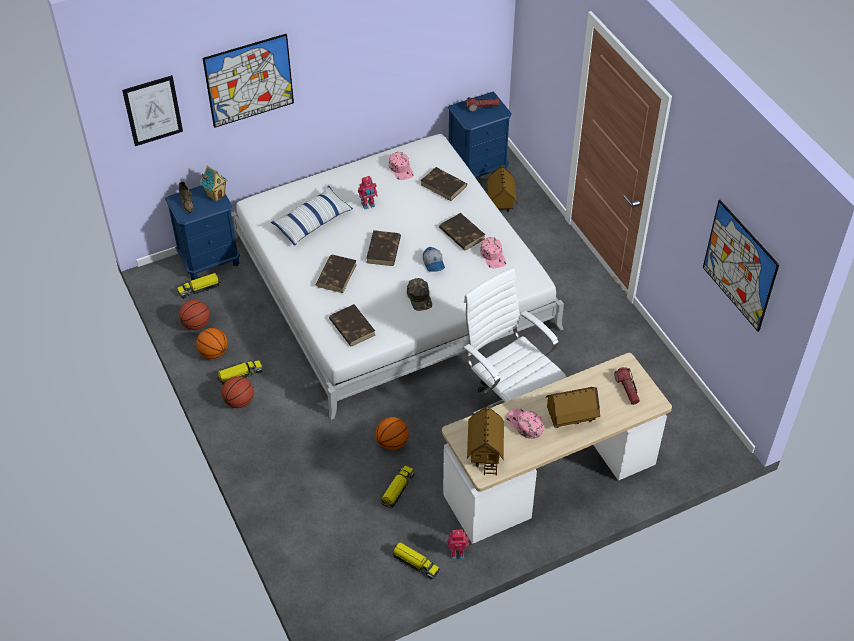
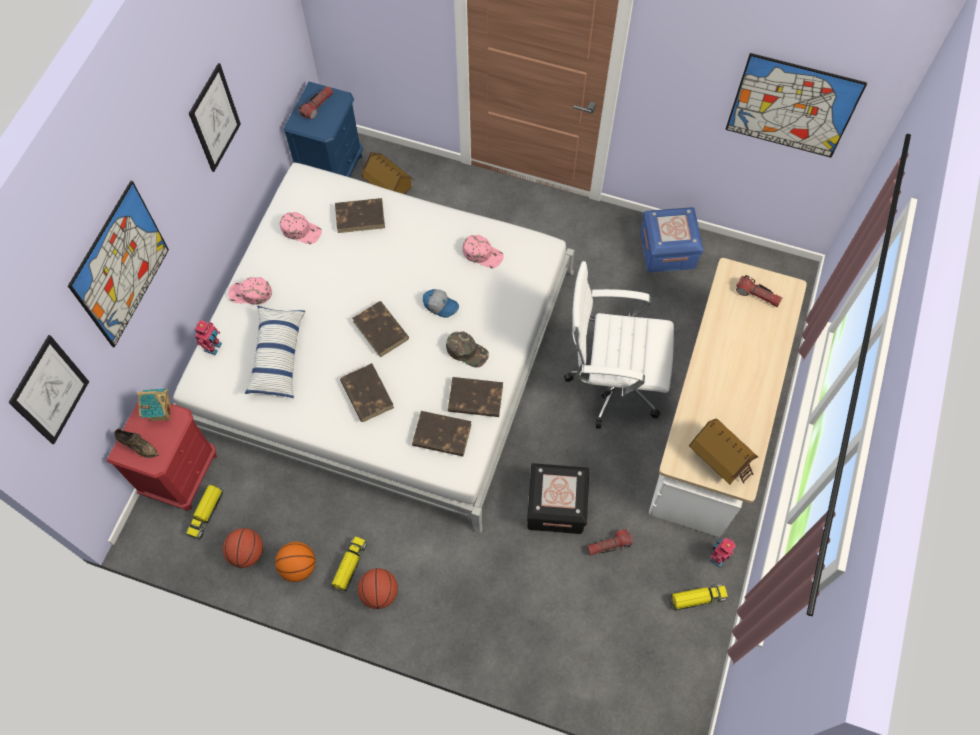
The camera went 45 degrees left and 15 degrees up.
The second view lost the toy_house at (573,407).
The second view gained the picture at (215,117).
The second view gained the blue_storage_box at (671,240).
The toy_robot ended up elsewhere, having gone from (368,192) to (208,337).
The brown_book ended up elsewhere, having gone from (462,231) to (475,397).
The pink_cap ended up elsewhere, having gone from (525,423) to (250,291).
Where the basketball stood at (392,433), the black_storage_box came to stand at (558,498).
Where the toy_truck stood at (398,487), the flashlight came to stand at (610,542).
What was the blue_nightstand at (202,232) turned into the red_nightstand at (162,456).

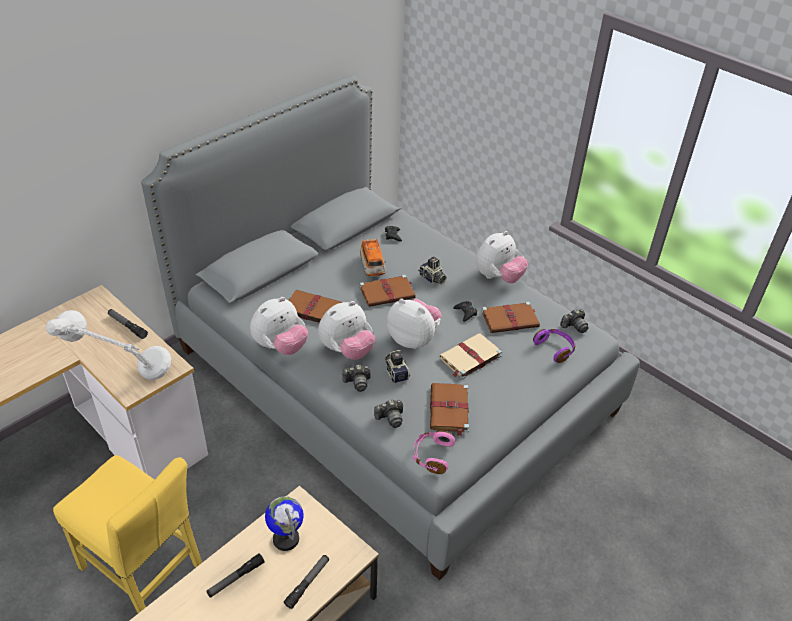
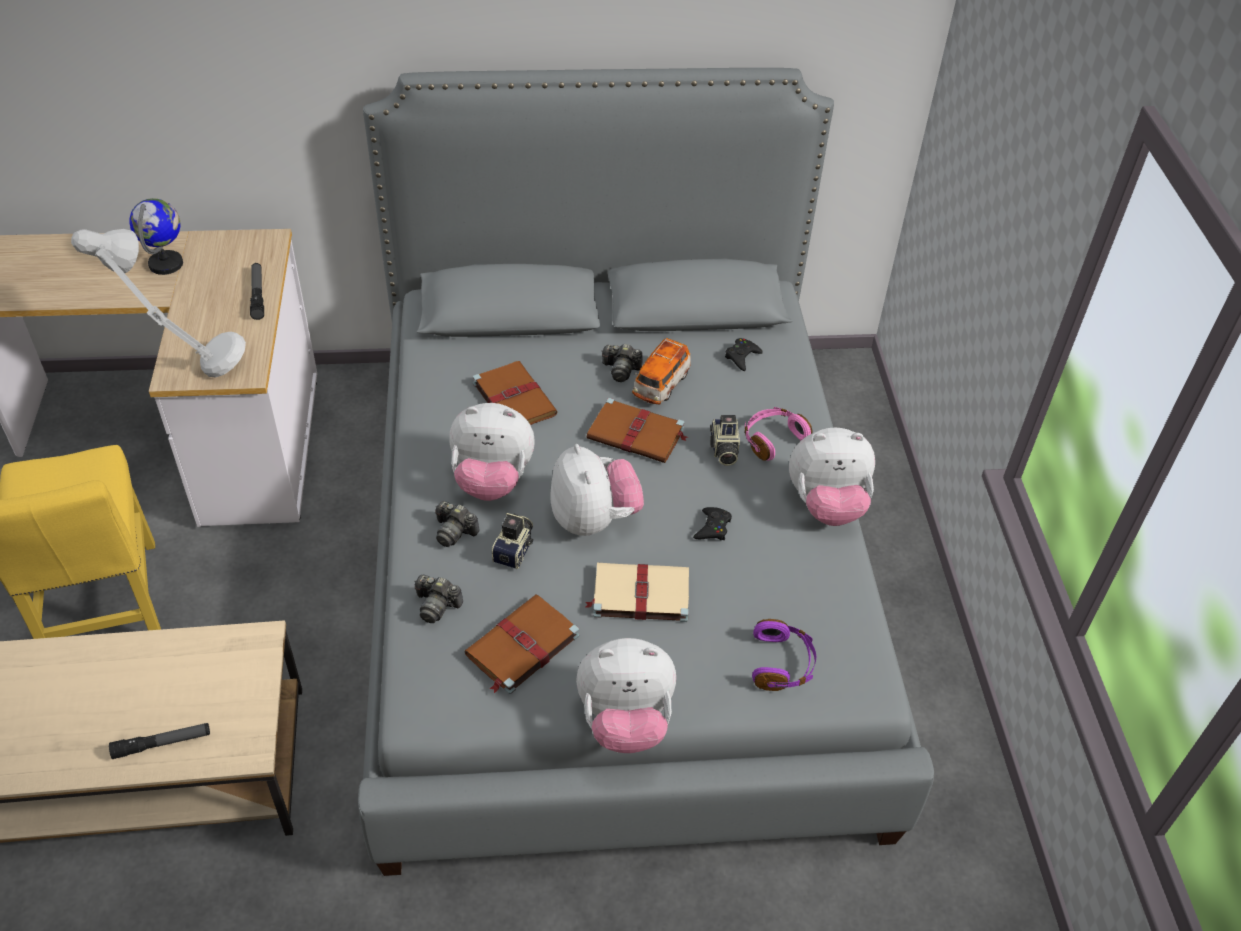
The camera went 40 degrees right and 5 degrees up.
The second view lost the flashlight at (235,575).
The second view lost the brown_book at (511,317).
The plush_toy ended up elsewhere, having gone from (279,326) to (626,695).
The globe ended up elsewhere, having gone from (284,523) to (156,236).
The pink_headphones ended up elsewhere, having gone from (434,452) to (779,434).
The photo_camera ended up elsewhere, having gone from (574,321) to (622,363).

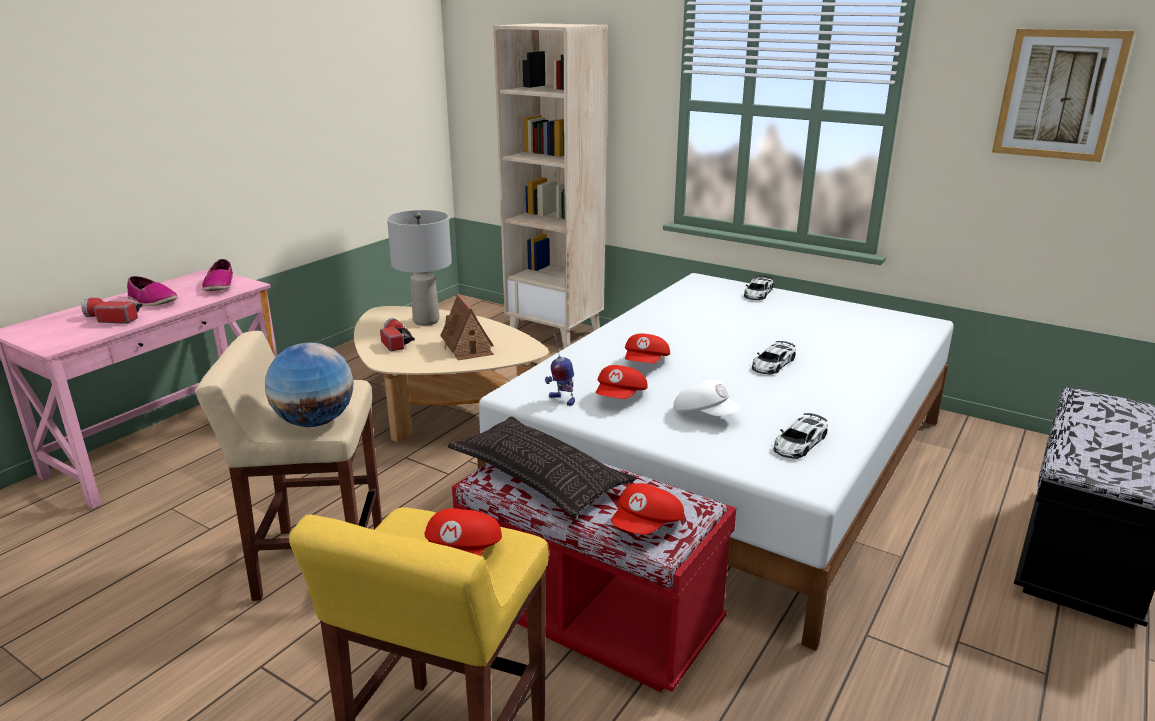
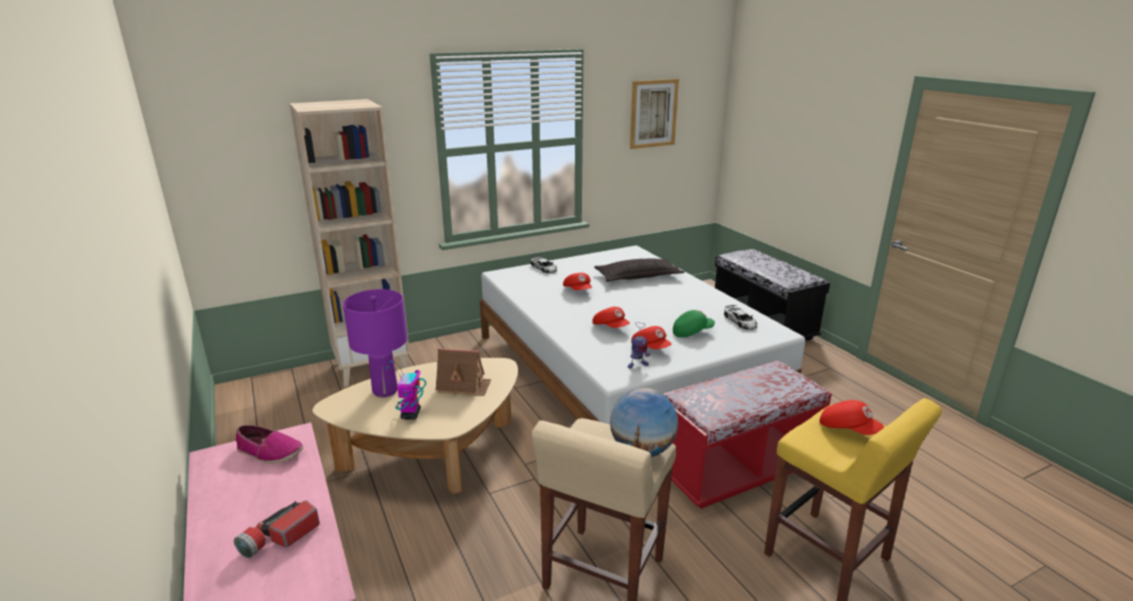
The camera went 60 degrees left and 0 degrees up.
The second view lost the shoe at (152,291).
The second view lost the toy_car at (774,357).
The pillow ended up elsewhere, having gone from (542,467) to (639,270).
The red_cap ended up elsewhere, having gone from (647,509) to (577,281).
Where the flashlight stood at (397,334), the toy_robot came to stand at (406,390).
What was the grey_table_lamp at (419,268) turned into the purple_table_lamp at (375,343).
What was the white_cap at (707,398) turned into the green_cap at (694,324).

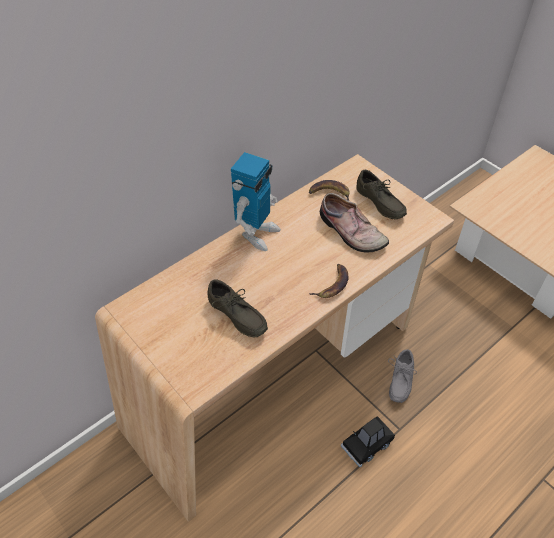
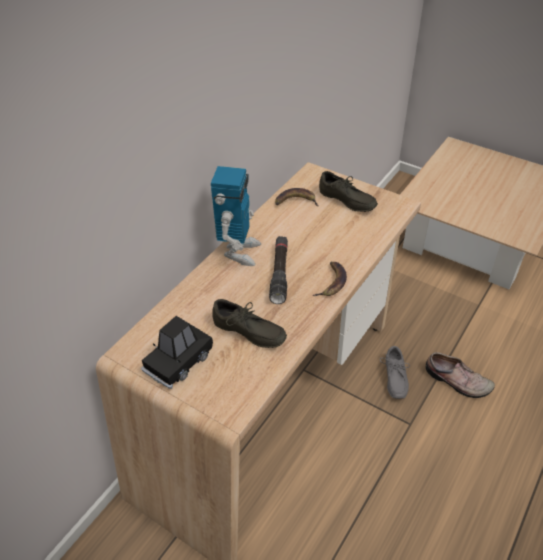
The camera went 15 degrees left and 5 degrees down.
The second view gained the black_flashlight at (278,270).
The shoe ended up elsewhere, having gone from (354,222) to (460,375).
The black_toy_car ended up elsewhere, having gone from (368,441) to (177,352).

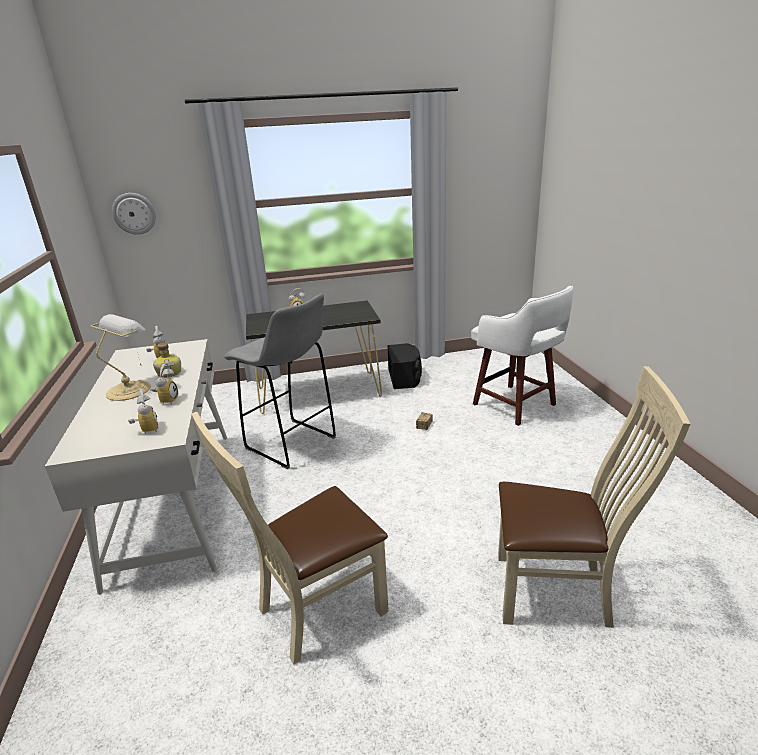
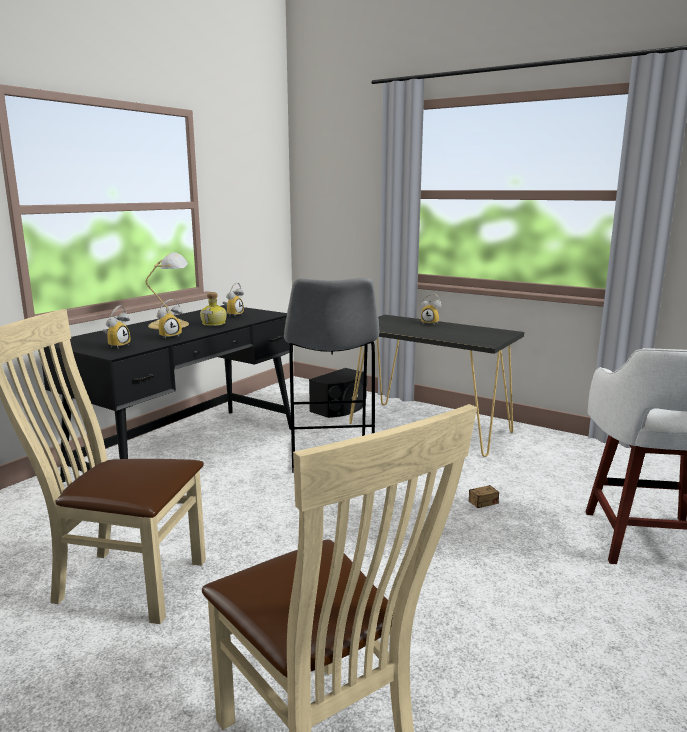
The camera went 45 degrees right and 10 degrees down.
The second view lost the wall_clock at (134,214).
The black_speaker ended up elsewhere, having gone from (404,366) to (338,393).
What was the white_desk at (136,467) turned into the black_desk at (167,393).

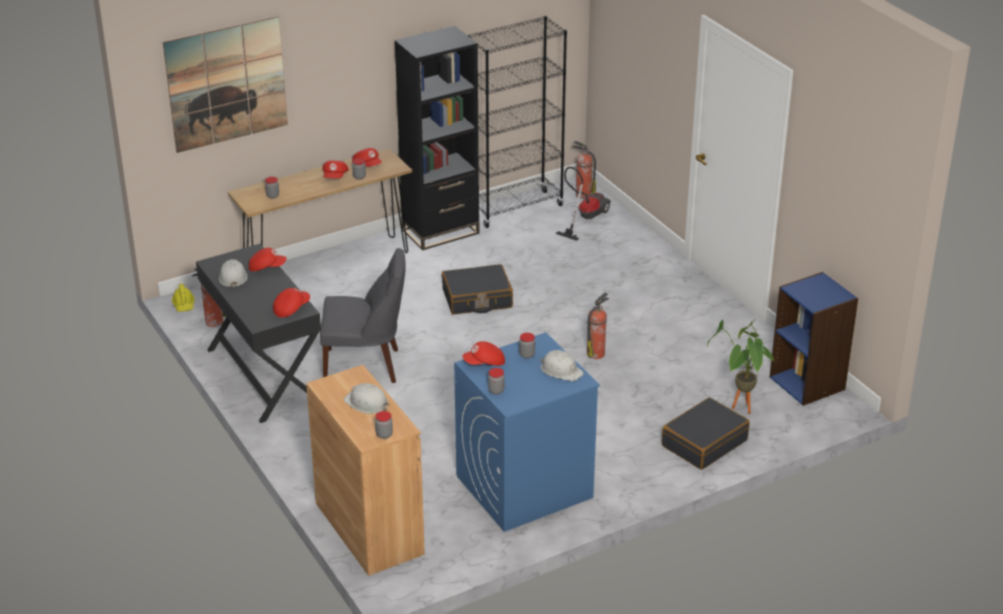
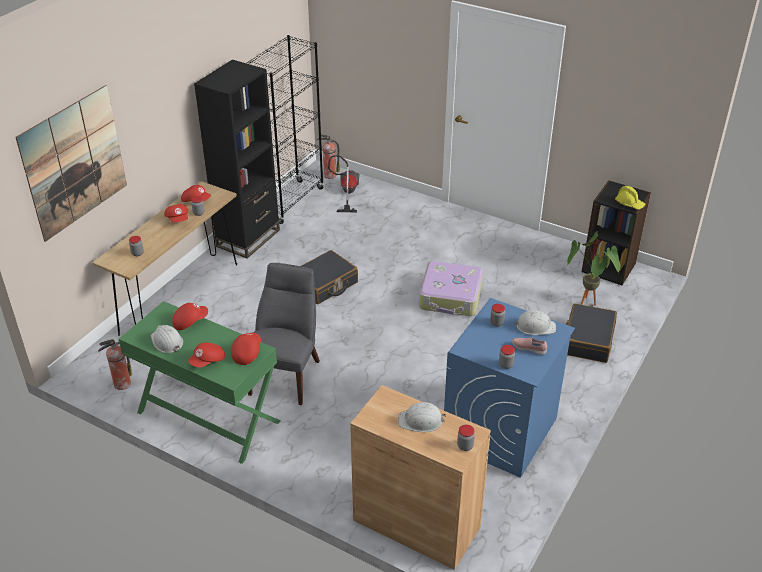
The camera went 30 degrees left and 5 degrees up.
The second view gained the pink_shoe at (529,346).
The yellow_hard_hat ended up elsewhere, having gone from (183,298) to (630,197).
The red_cap ended up elsewhere, having gone from (483,353) to (206,354).
Where the fire_extinguisher stood at (598,325), the suitcase came to stand at (451,288).
What was the black_desk at (258,333) turned into the green_desk at (199,382).
What was the blue_bookcase at (814,339) turned into the black_bookcase at (616,232).
The grey_chair at (363,315) ended up facing another way, 45 degrees counterclockwise from before.

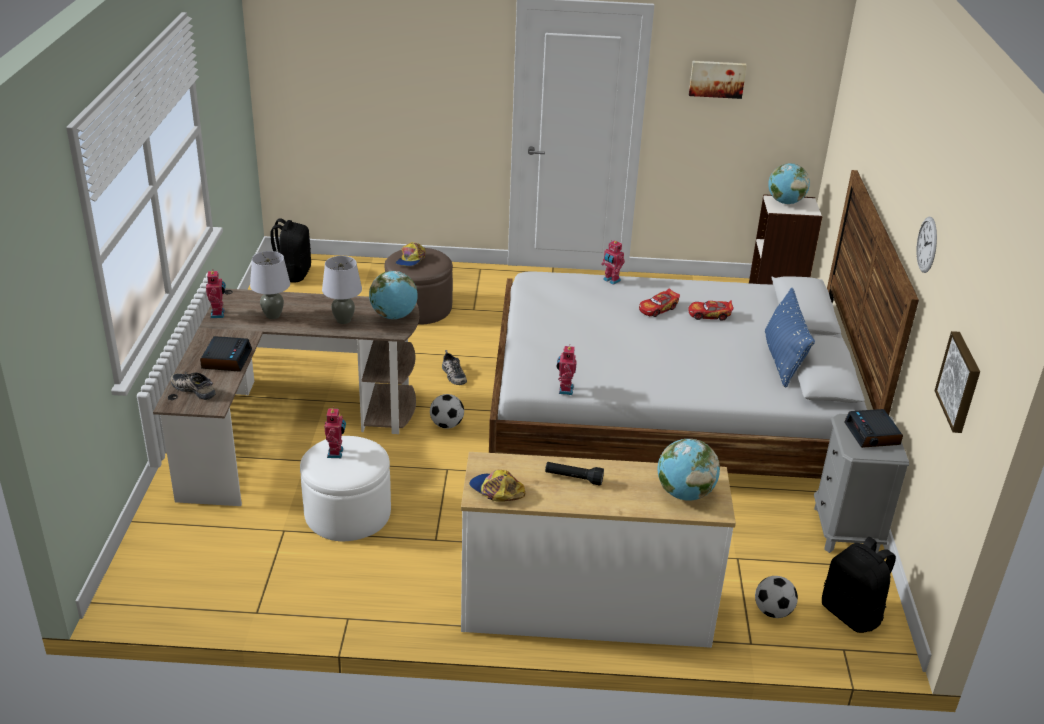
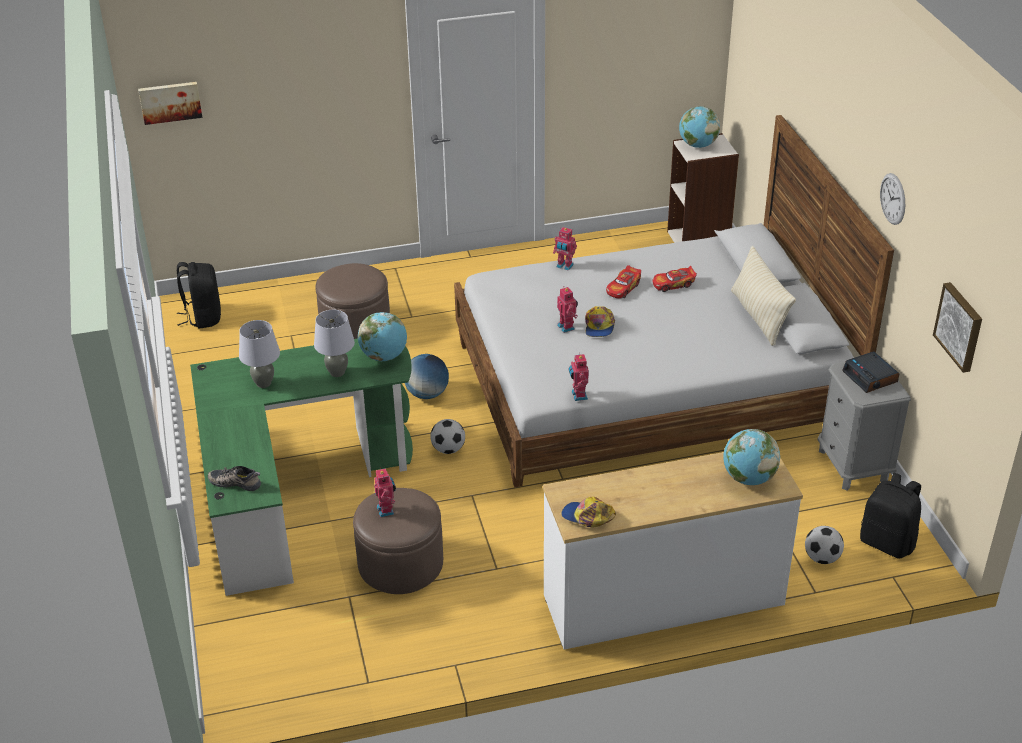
The camera went 15 degrees left and 5 degrees up.
The second view lost the alarm_clock at (226,354).
The second view lost the black_flashlight at (574,474).
The toy_robot ended up elsewhere, having gone from (216,293) to (567,309).
The cap ended up elsewhere, having gone from (410,254) to (600,321).
The picture ended up elsewhere, having gone from (718,80) to (170,103).
Where the shoe stood at (454,367), the globe came to stand at (427,376).
What was the brown_desk at (286,397) turned into the green_desk at (301,467).
What was the white_ottoman at (345,488) turned into the brown_ottoman at (398,541).
What was the blue_pillow at (790,337) turned into the beige_pillow at (763,296).

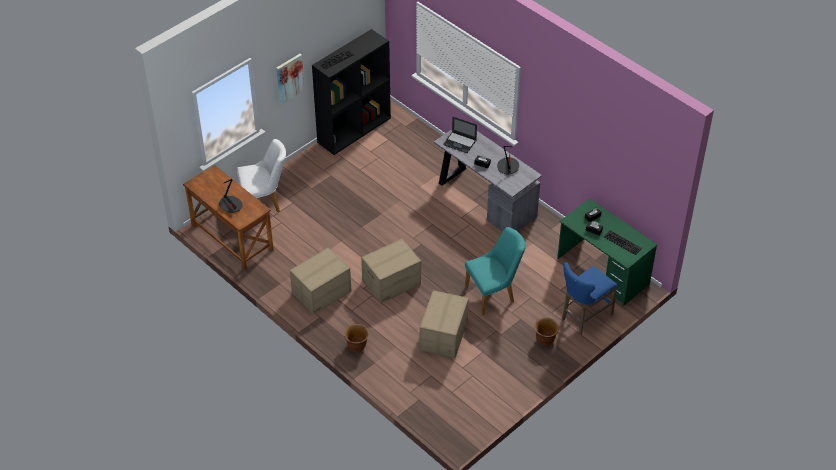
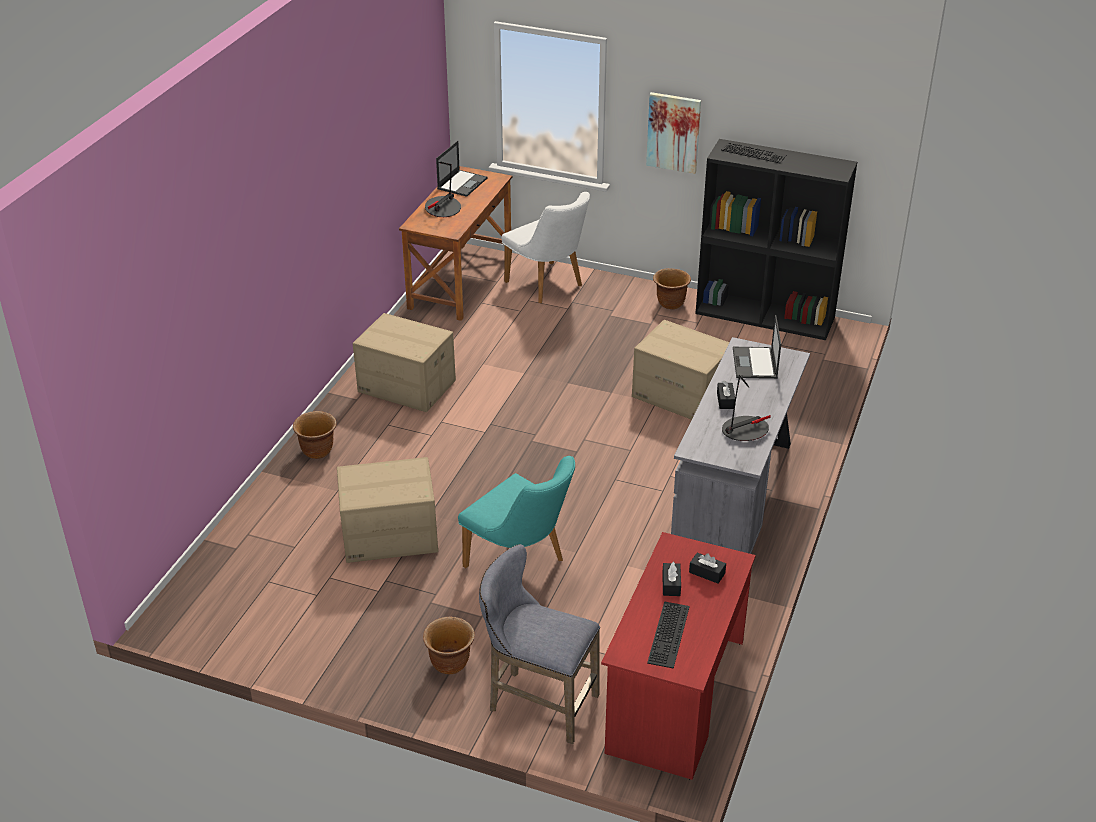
The camera went 65 degrees right and 10 degrees down.
The second view gained the laptop at (461,169).
The second view gained the brown_planter at (672,288).
The cardboard_box ended up elsewhere, having gone from (391,271) to (681,370).
What was the green_desk at (607,252) turned into the red_desk at (678,656).
What was the blue_stool at (589,298) turned into the grey_stool at (539,644).

